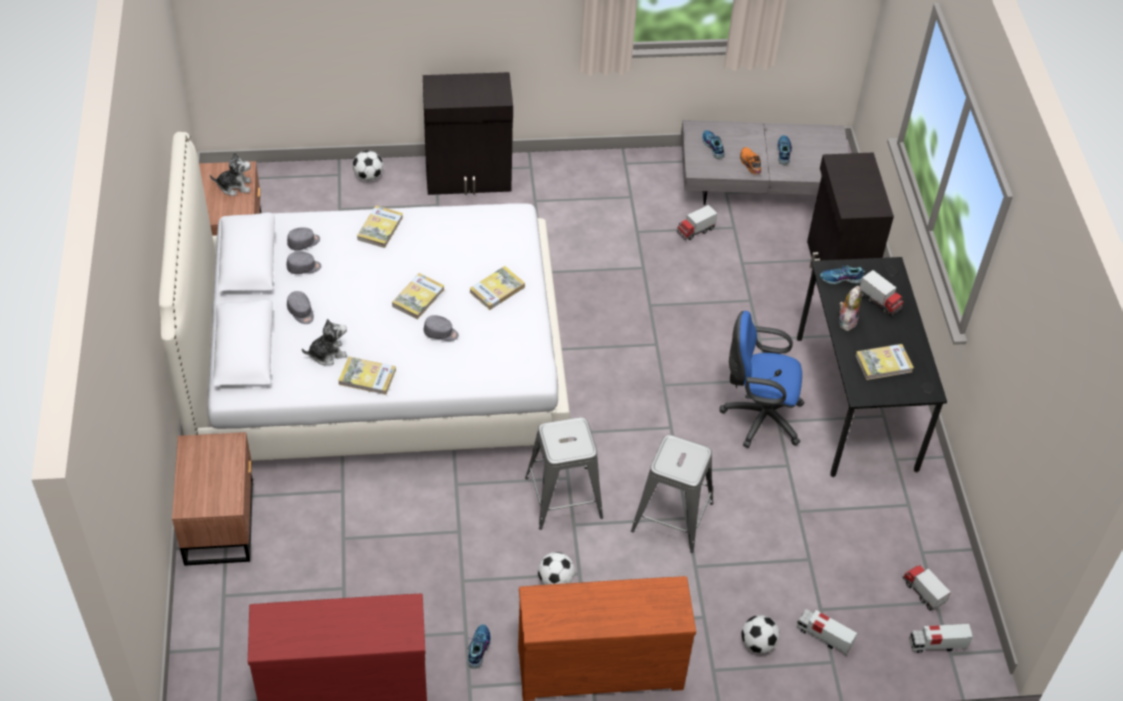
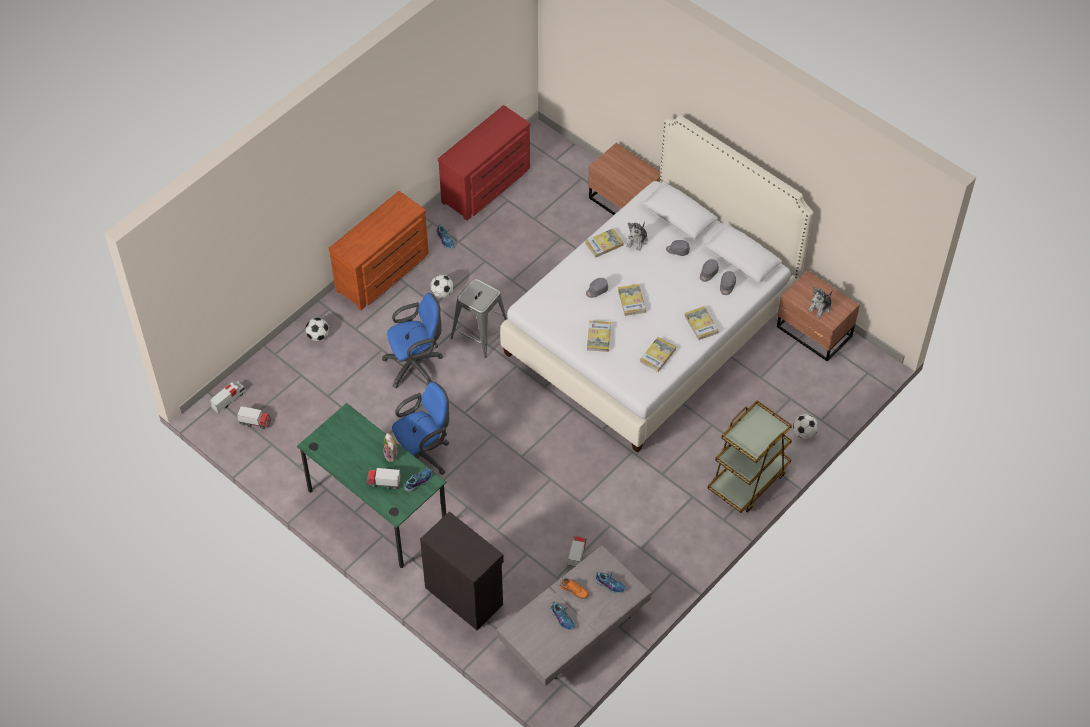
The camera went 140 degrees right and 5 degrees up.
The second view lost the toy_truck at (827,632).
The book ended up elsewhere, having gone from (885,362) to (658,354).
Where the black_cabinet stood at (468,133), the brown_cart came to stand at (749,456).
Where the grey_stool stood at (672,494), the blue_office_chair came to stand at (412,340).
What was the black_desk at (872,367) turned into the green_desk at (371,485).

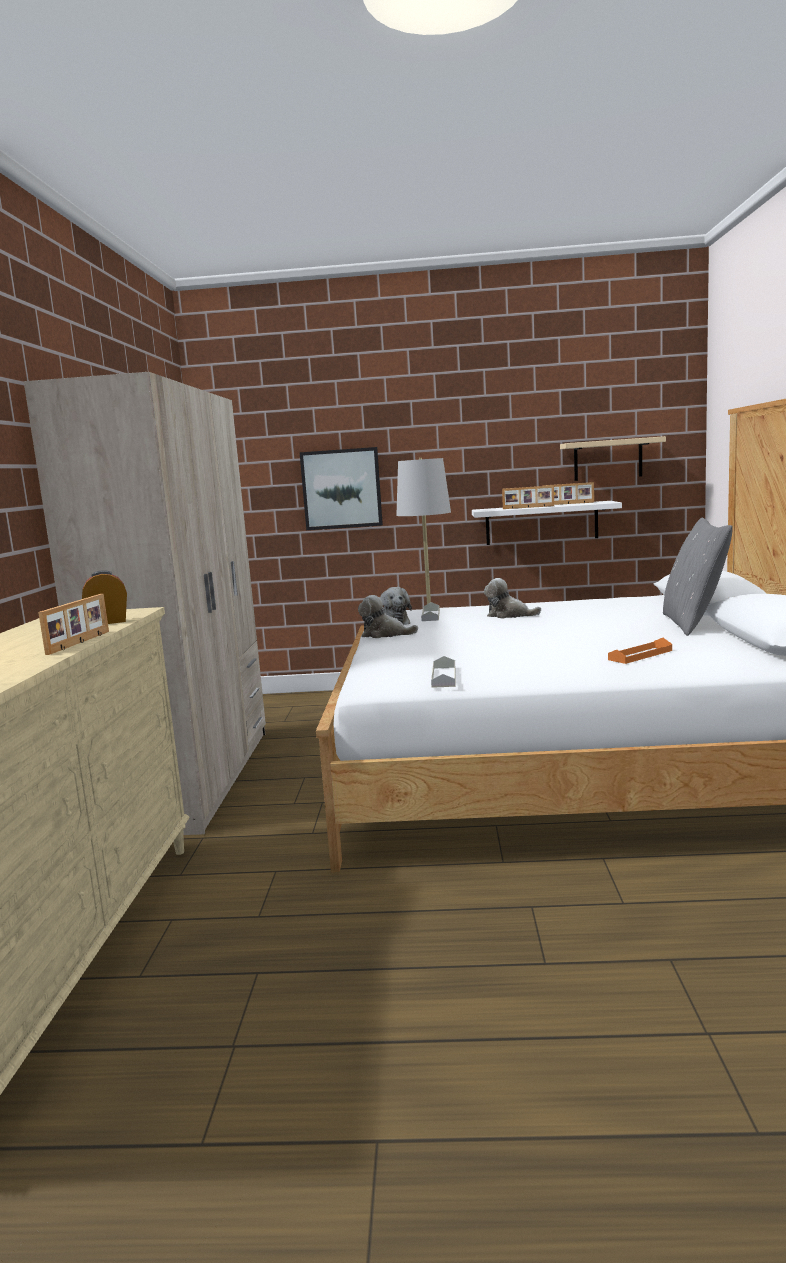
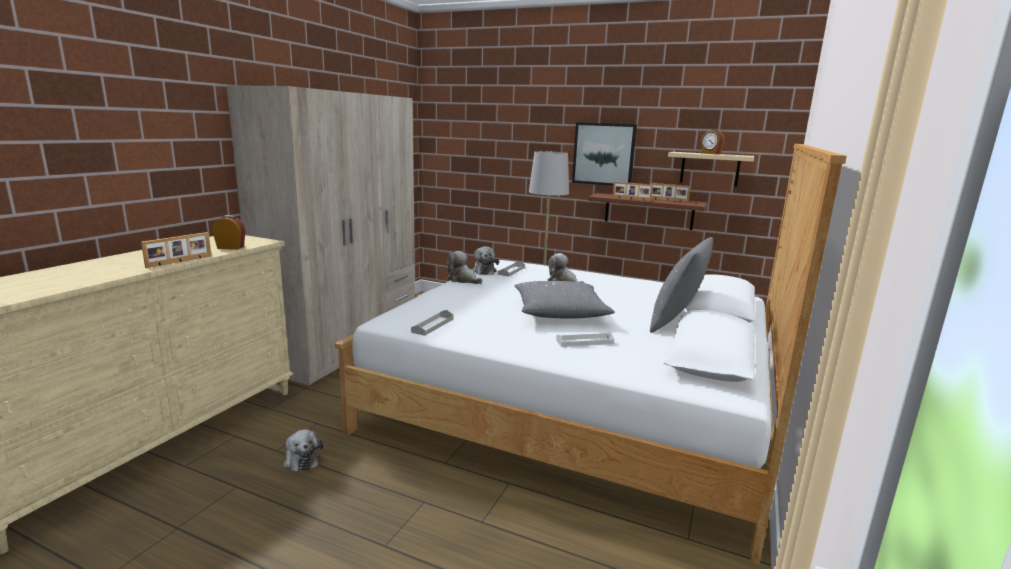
The camera went 20 degrees right and 5 degrees up.
The second view gained the plush_toy at (303,450).
The second view gained the grey_pillow at (565,300).
The second view gained the alarm_clock at (713,141).
The picture ended up elsewhere, having gone from (341,488) to (604,154).
What was the white_shelf at (547,523) turned into the brown_shelf at (648,211).
What was the orange_tray at (640,651) turned into the white_tray at (585,339).

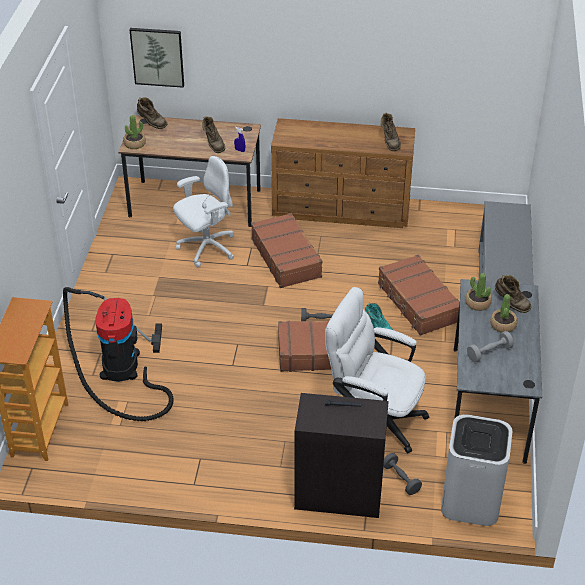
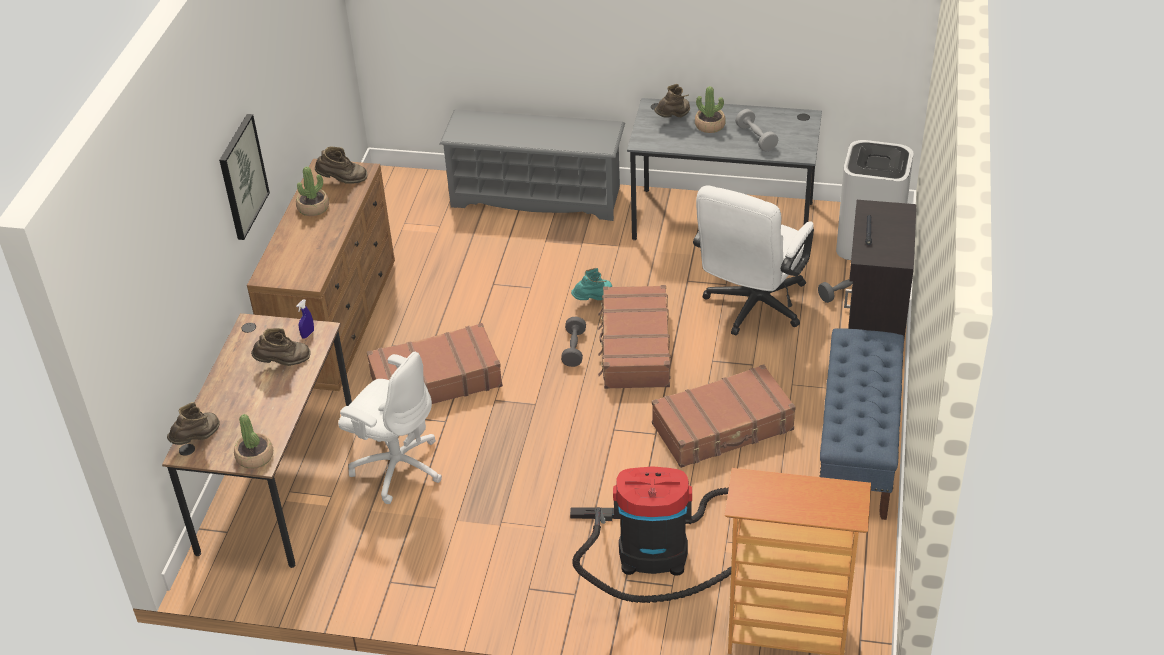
The camera went 85 degrees left and 0 degrees up.
The second view gained the blue_bench at (861,424).
The picture ended up elsewhere, having gone from (157,58) to (244,177).
The brown_suitcase ended up elsewhere, having gone from (419,295) to (724,416).
The potted_plant ended up elsewhere, having gone from (478,292) to (312,191).
The white_office_chair at (203,211) ended up facing another way, 150 degrees clockwise from before.

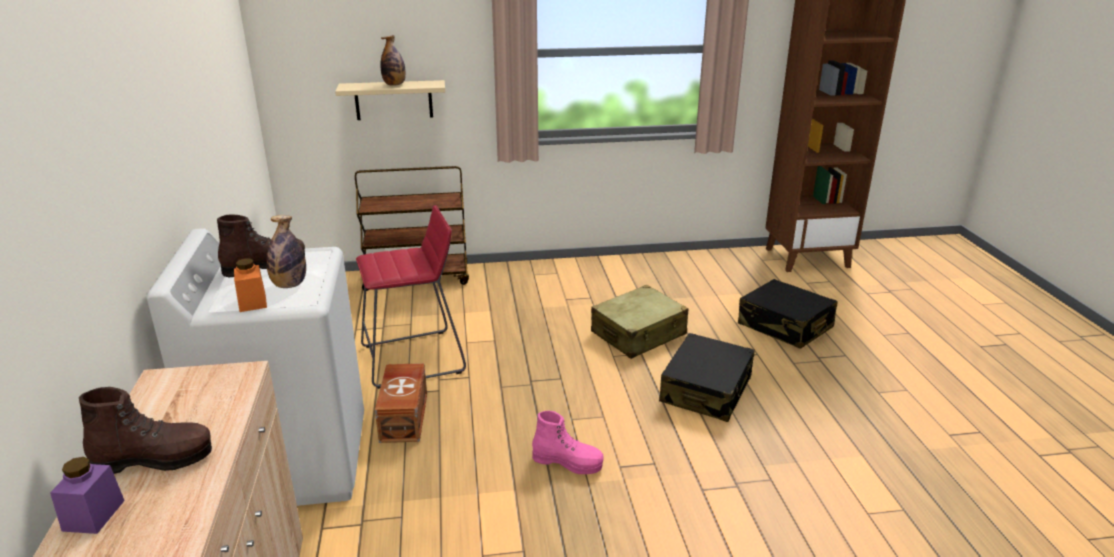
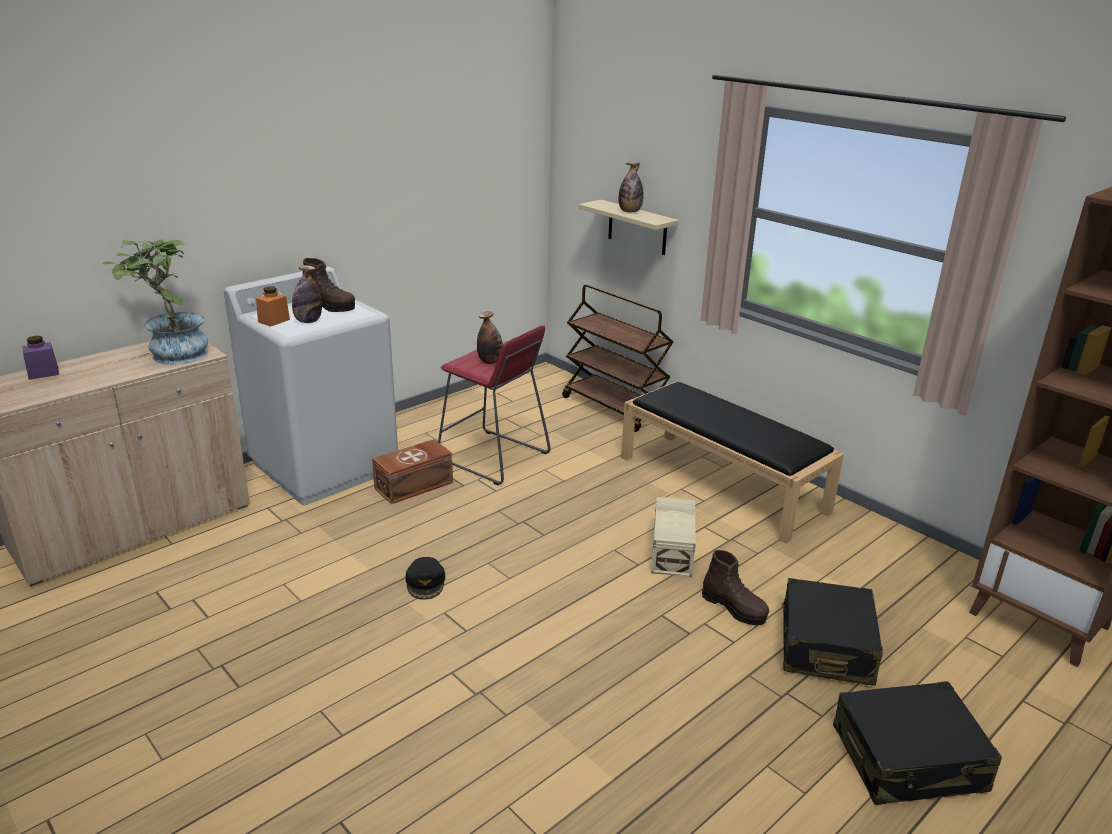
The camera went 55 degrees right and 0 degrees up.
The second view gained the potted_plant at (155,302).
The second view gained the bottle at (490,337).
The second view gained the black_bench at (732,462).
The brown_boot ended up elsewhere, having gone from (145,430) to (735,587).
The black_suitcase ended up elsewhere, having gone from (707,377) to (917,743).
Where the pink_boot stood at (568,442), the black_cap came to stand at (425,578).
Where the beige_suitcase stood at (639,322), the beige_storage_box came to stand at (673,537).

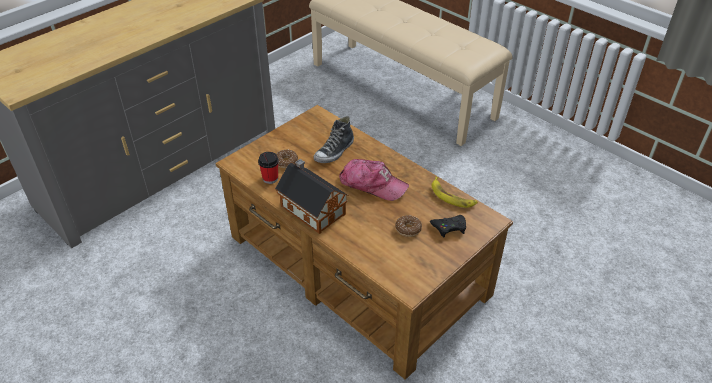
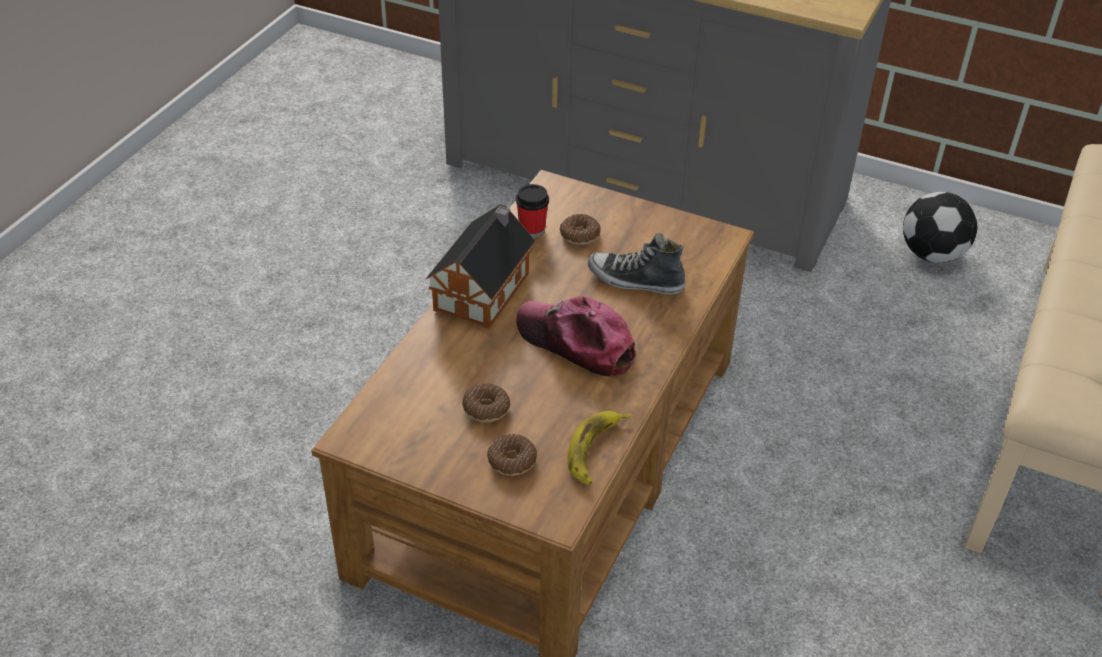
The camera went 70 degrees right and 0 degrees up.
The second view gained the football at (940,227).
Where the black_game_controller stood at (448,226), the donut came to stand at (512,455).
The cap at (374,180) ended up facing another way, 120 degrees clockwise from before.

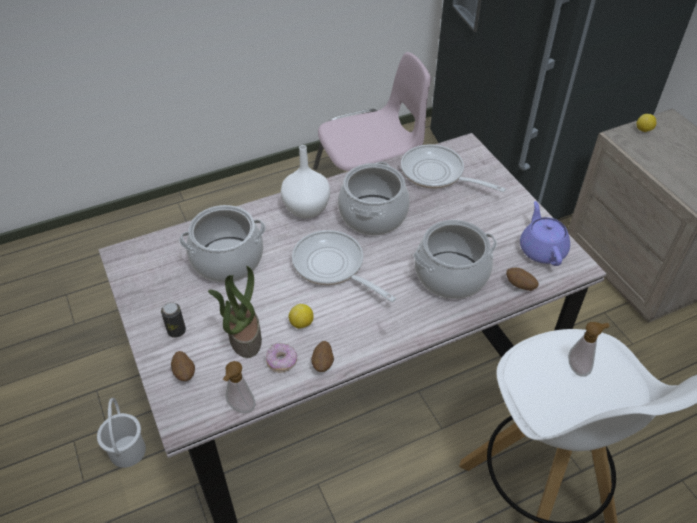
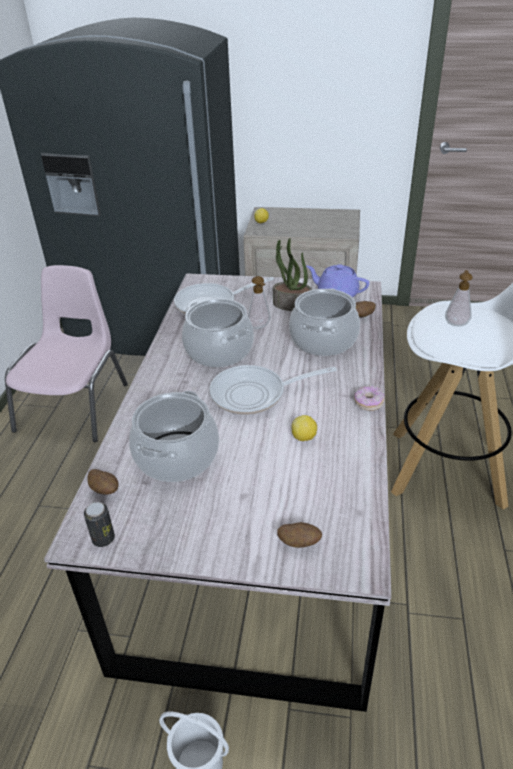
The camera went 55 degrees left and 10 degrees down.
The second view lost the white_vase at (305,182).
The can ended up elsewhere, having gone from (173,320) to (99,524).
The potted_plant ended up elsewhere, having gone from (235,312) to (292,274).
The soap_dispenser ended up elsewhere, having gone from (239,387) to (259,302).
The donut ended up elsewhere, having gone from (281,358) to (369,398).
The potato ended up elsewhere, having gone from (322,356) to (103,482).

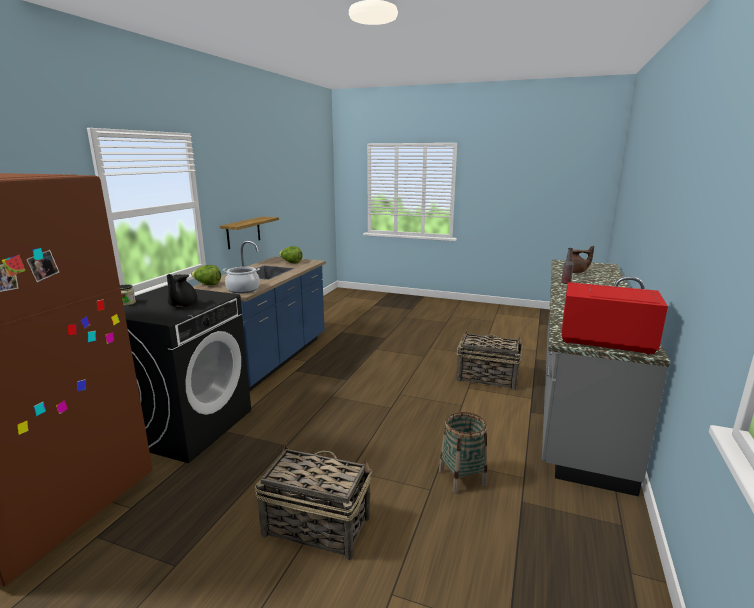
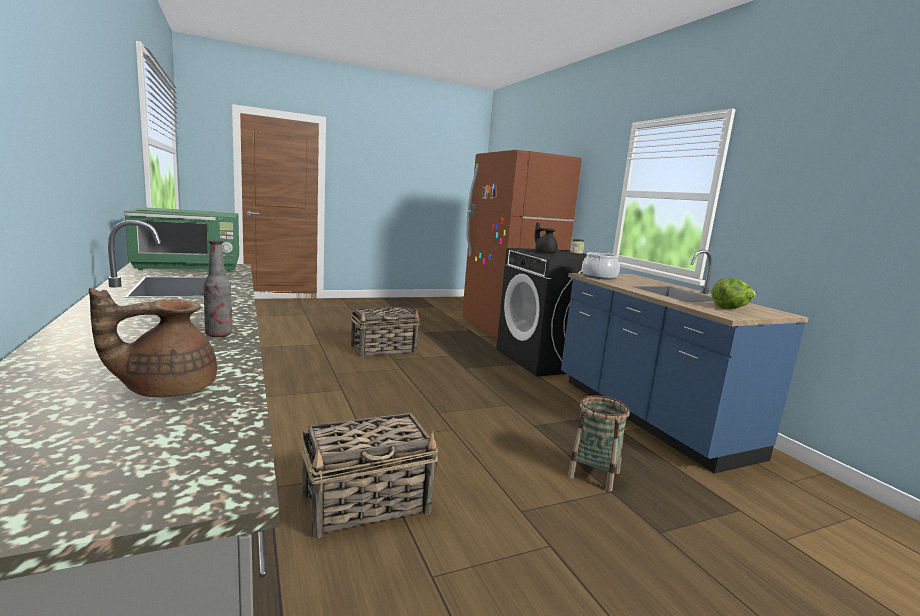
The camera went 135 degrees right and 5 degrees down.
The second view lost the lettuce at (206,275).
The second view lost the shelf at (249,233).
The basket ended up elsewhere, having gone from (463,452) to (599,443).
What was the red_microwave at (614,318) turned into the green_microwave at (181,240).

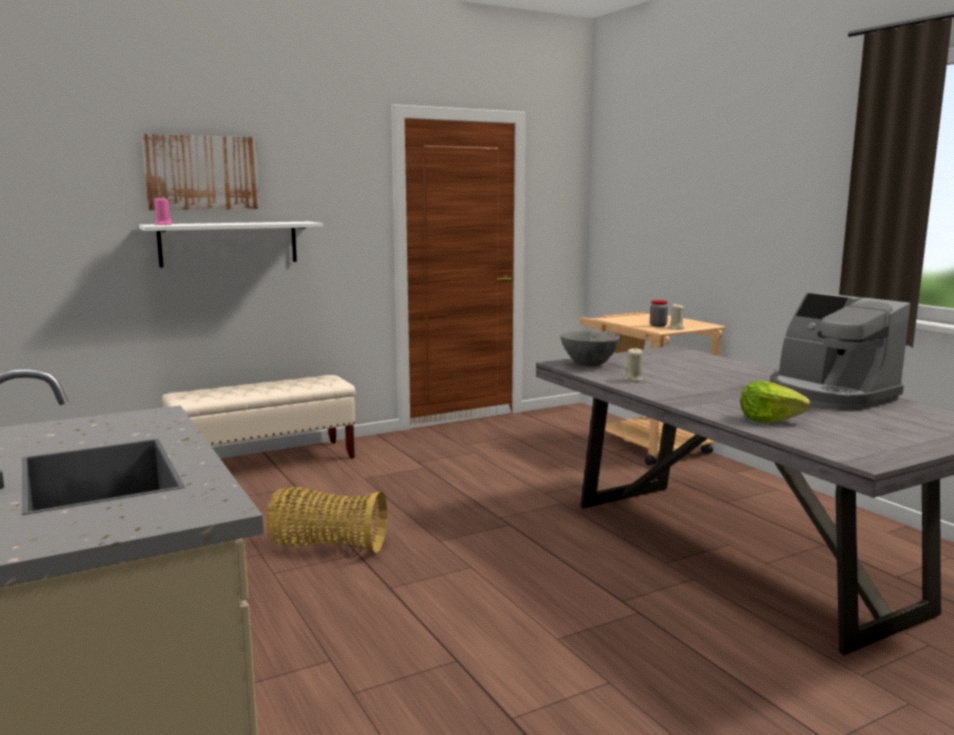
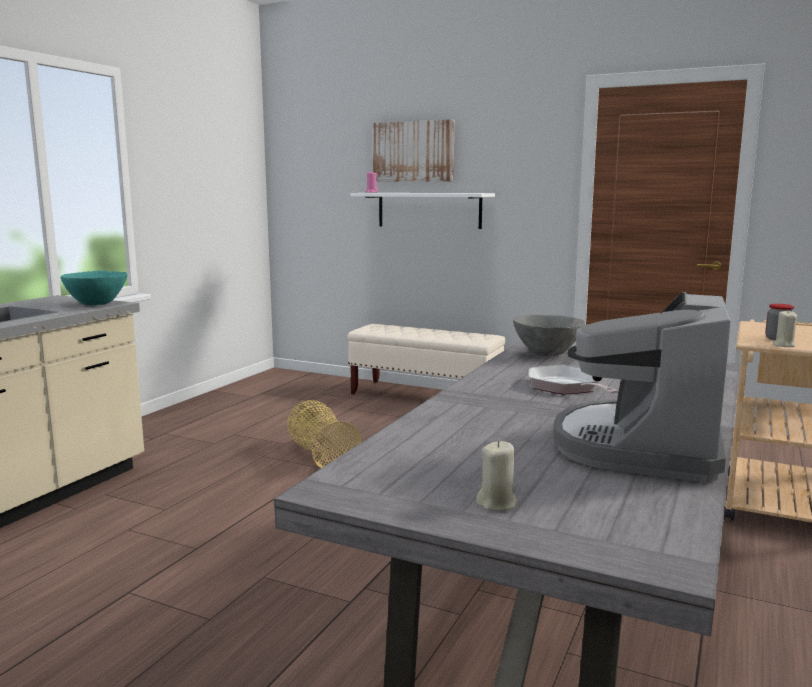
The camera went 55 degrees right and 0 degrees up.
The second view lost the lettuce at (776,402).
The second view gained the turquoise_bowl at (94,287).
The second view gained the frying_pan at (573,380).
The beige_candle ended up elsewhere, having gone from (633,365) to (496,476).

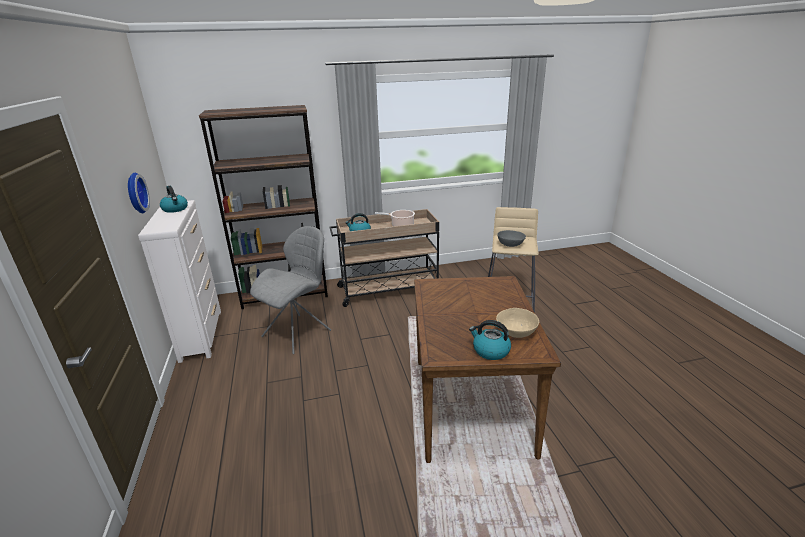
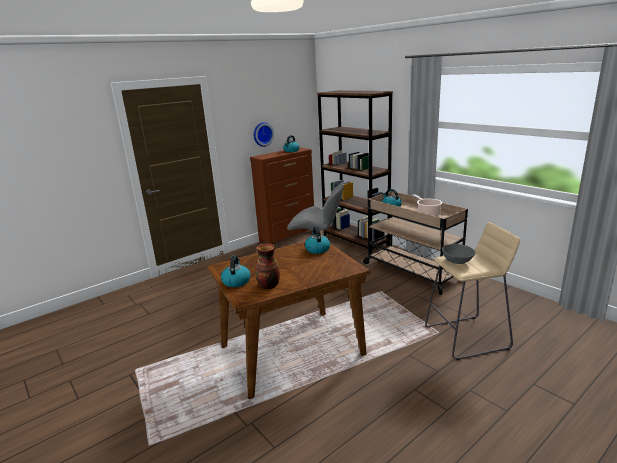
The camera went 65 degrees right and 5 degrees down.
The second view gained the kettle at (317,240).
Where the beige_bowl stood at (517,323), the vase came to stand at (267,266).
What was the white_dresser at (179,281) turned into the brown_dresser at (282,196).

